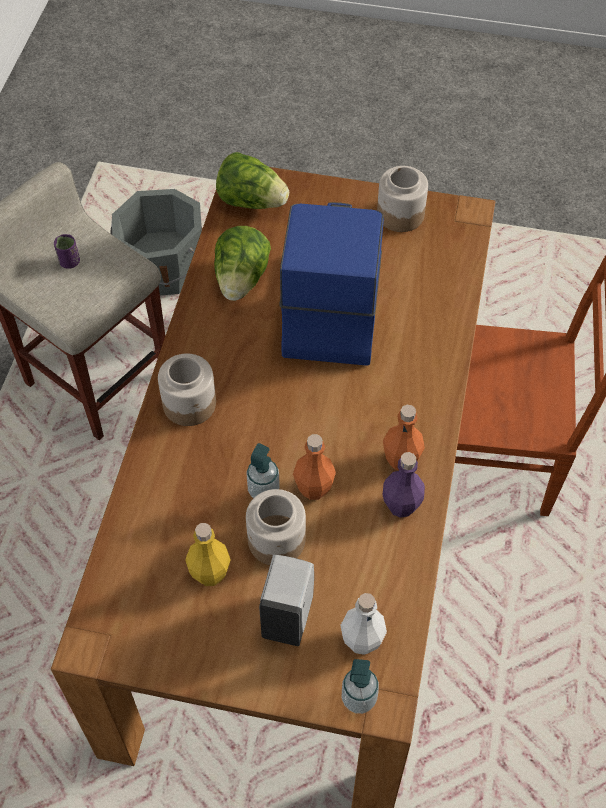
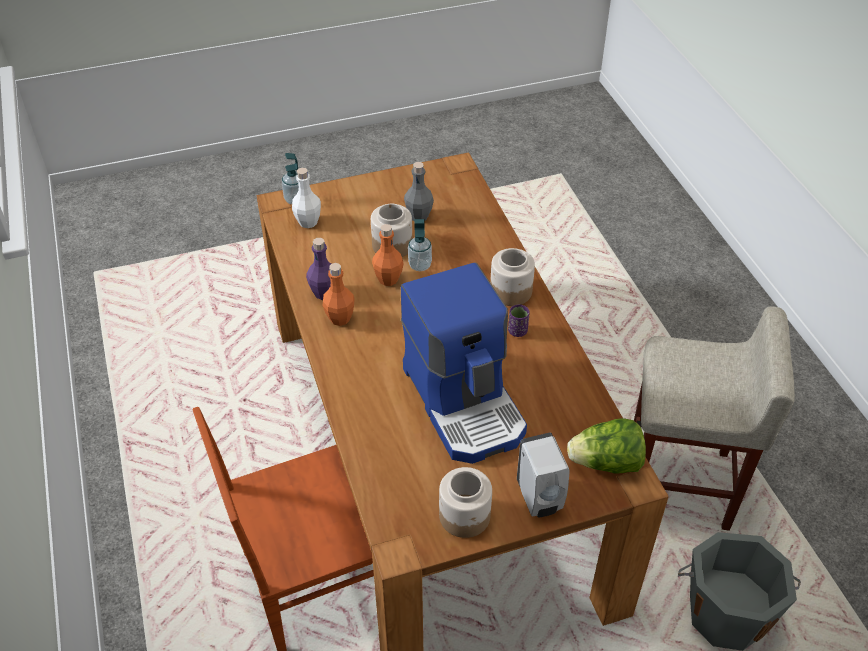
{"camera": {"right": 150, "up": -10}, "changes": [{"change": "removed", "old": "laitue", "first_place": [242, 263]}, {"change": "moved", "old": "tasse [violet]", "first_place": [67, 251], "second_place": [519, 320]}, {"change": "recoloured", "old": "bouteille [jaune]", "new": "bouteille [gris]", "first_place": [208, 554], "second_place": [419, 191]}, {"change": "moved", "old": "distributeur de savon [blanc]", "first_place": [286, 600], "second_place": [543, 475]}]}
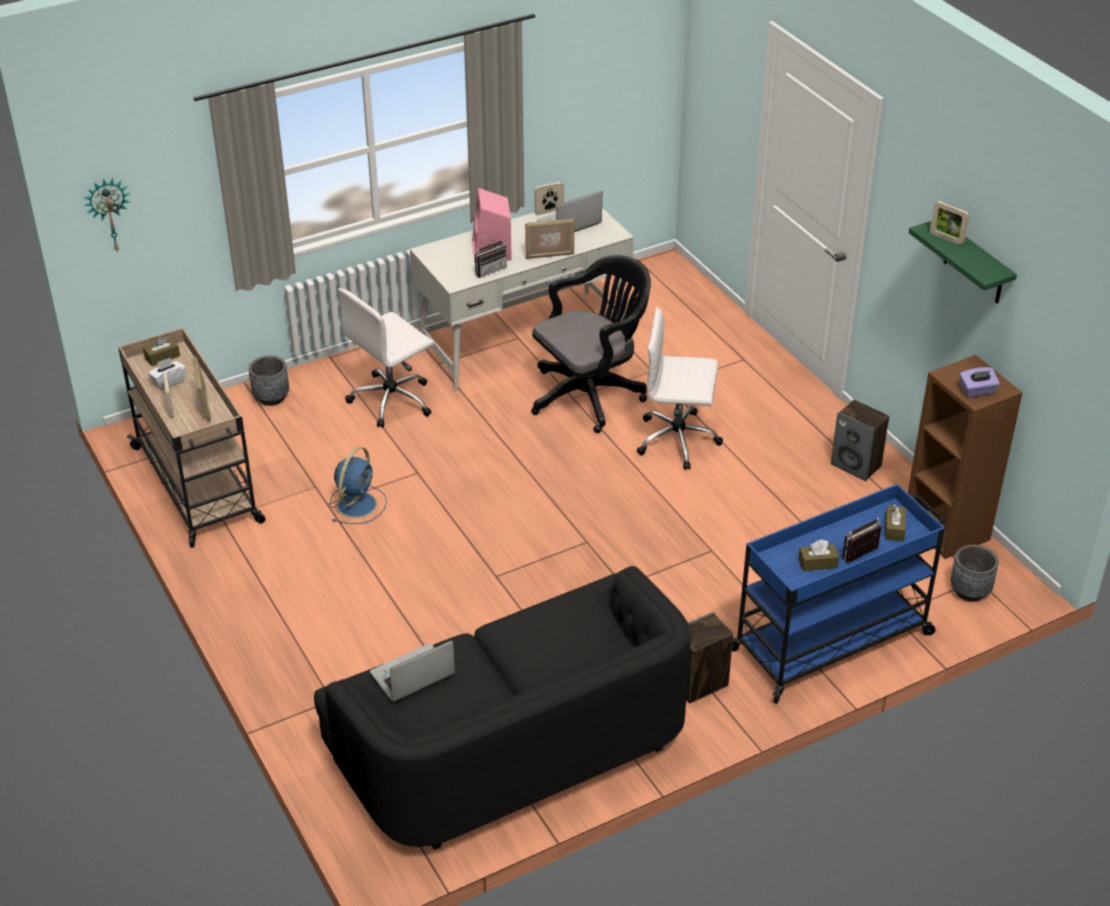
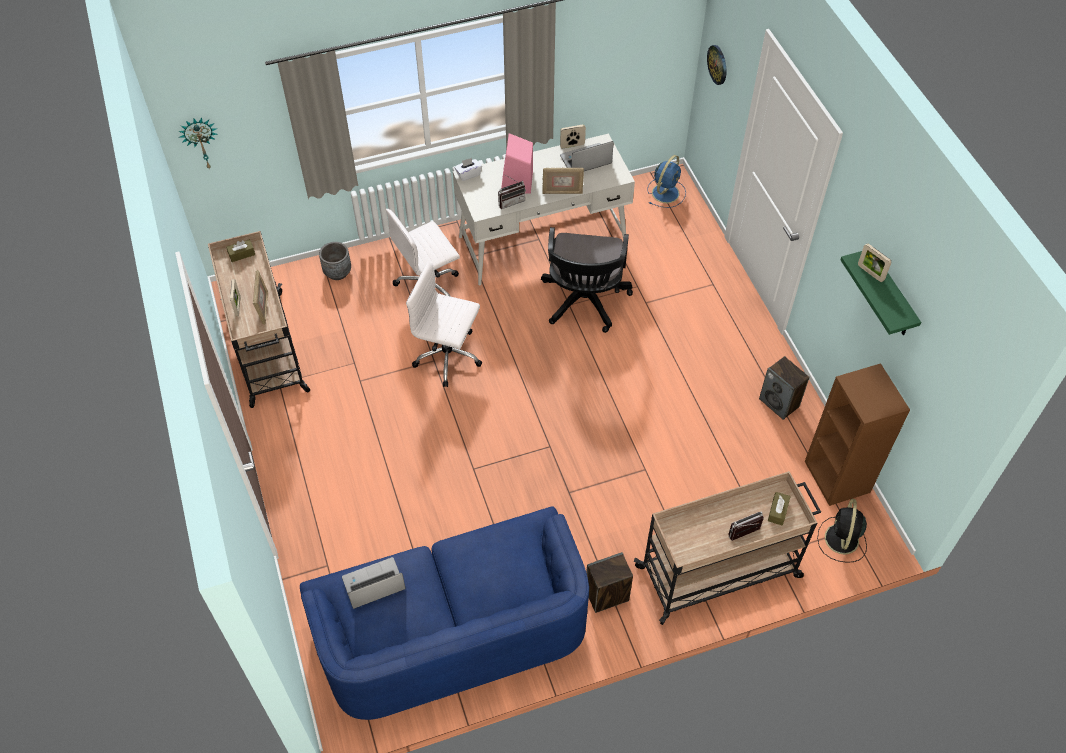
{"camera": {"right": 10, "up": 15}, "changes": [{"change": "turned", "old": "chaise de bureau [noir]", "first_place": [591, 344], "second_place": [587, 280], "degrees": 120}, {"change": "moved", "old": "chaise de bureau [blanc]", "first_place": [680, 388], "second_place": [444, 324]}, {"change": "moved", "old": "boîte à mouchoirs [blanc]", "first_place": [167, 374], "second_place": [468, 169]}, {"change": "removed", "old": "boîte à mouchoirs [violet]", "first_place": [979, 382]}, {"change": "moved", "old": "ventilateur [bleu]", "first_place": [358, 485], "second_place": [666, 181]}, {"change": "recoloured", "old": "chariot [bleu]", "new": "chariot [beige]", "first_place": [839, 594], "second_place": [727, 548]}, {"change": "removed", "old": "boîte à mouchoirs [marron]", "first_place": [818, 555]}, {"change": "replaced", "old": "cache-pot [gris]", "new": "ventilateur [noir]", "first_place": [974, 573], "second_place": [842, 531]}, {"change": "recoloured", "old": "canapé [noir]", "new": "canapé [bleu]", "first_place": [502, 708], "second_place": [444, 613]}, {"change": "added", "new": "horloge murale", "second_place": [716, 65]}]}
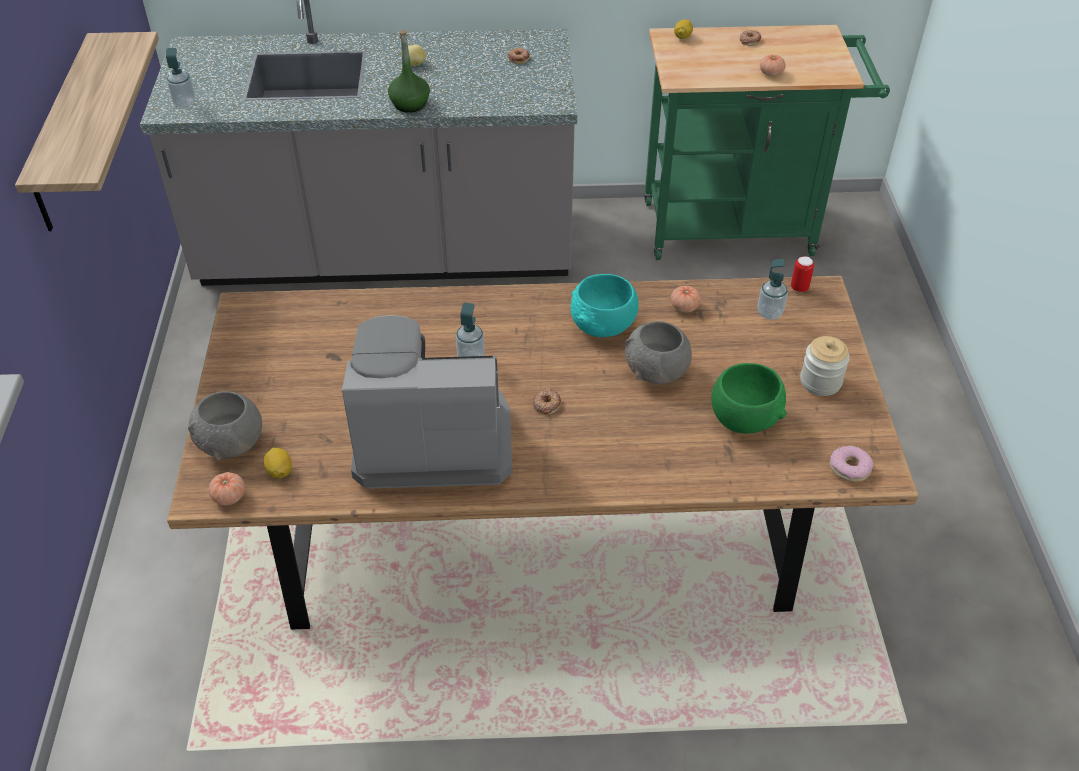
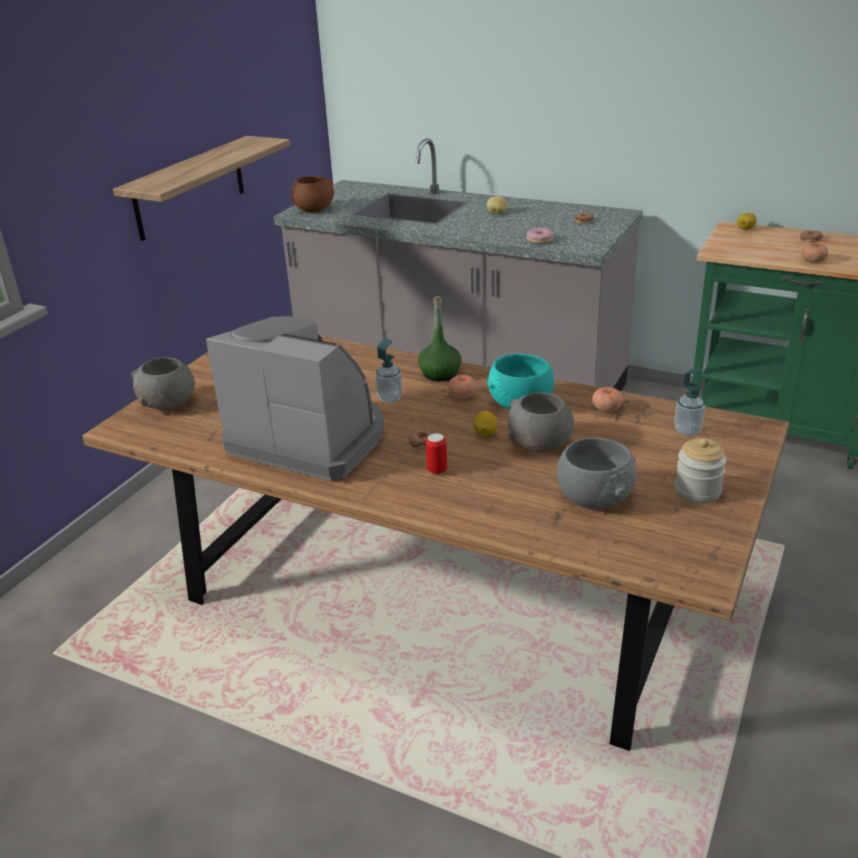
{"camera": {"right": 30, "up": -15}, "changes": [{"change": "moved", "old": "bouteille [vert]", "first_place": [409, 71], "second_place": [440, 338]}, {"change": "replaced", "old": "distributeur de savon", "new": "bol [marron]", "first_place": [180, 77], "second_place": [312, 194]}, {"change": "moved", "old": "boîte métallique", "first_place": [802, 274], "second_place": [436, 453]}, {"change": "recoloured", "old": "bol [vert]", "new": "bol [gris]", "first_place": [749, 398], "second_place": [596, 472]}, {"change": "moved", "old": "beignet", "first_place": [852, 464], "second_place": [540, 235]}, {"change": "moved", "old": "citron", "first_place": [278, 463], "second_place": [485, 424]}, {"change": "moved", "old": "tomate", "first_place": [226, 488], "second_place": [462, 387]}]}
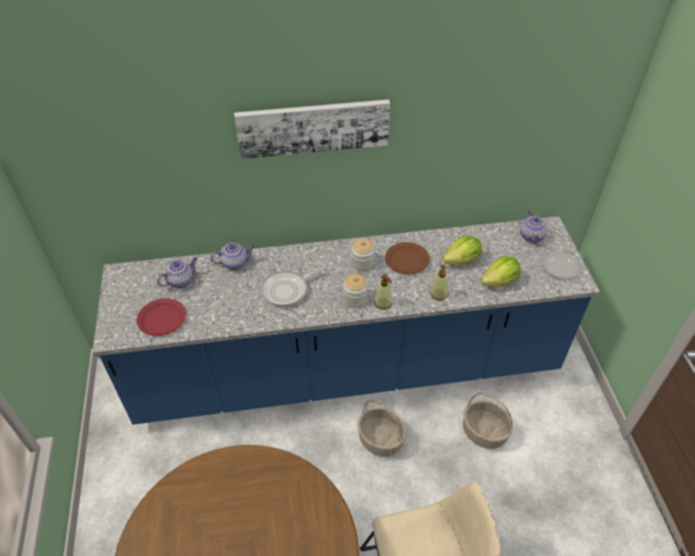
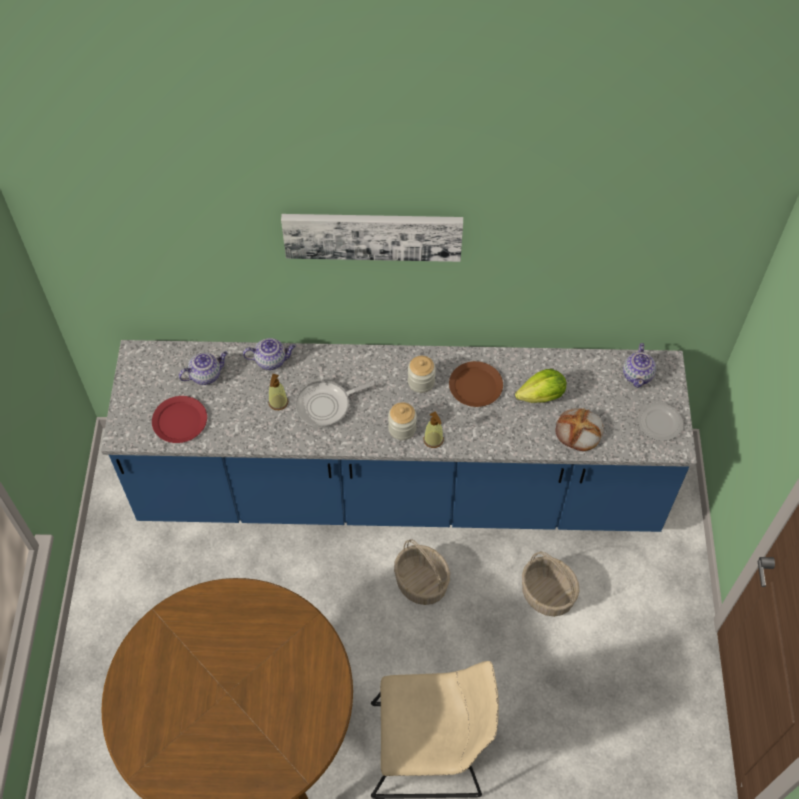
{"camera": {"right": 10, "up": 10}, "changes": [{"change": "replaced", "old": "laitue", "new": "pain", "first_place": [501, 271], "second_place": [579, 429]}, {"change": "moved", "old": "distributeur de savon", "first_place": [439, 283], "second_place": [278, 392]}]}
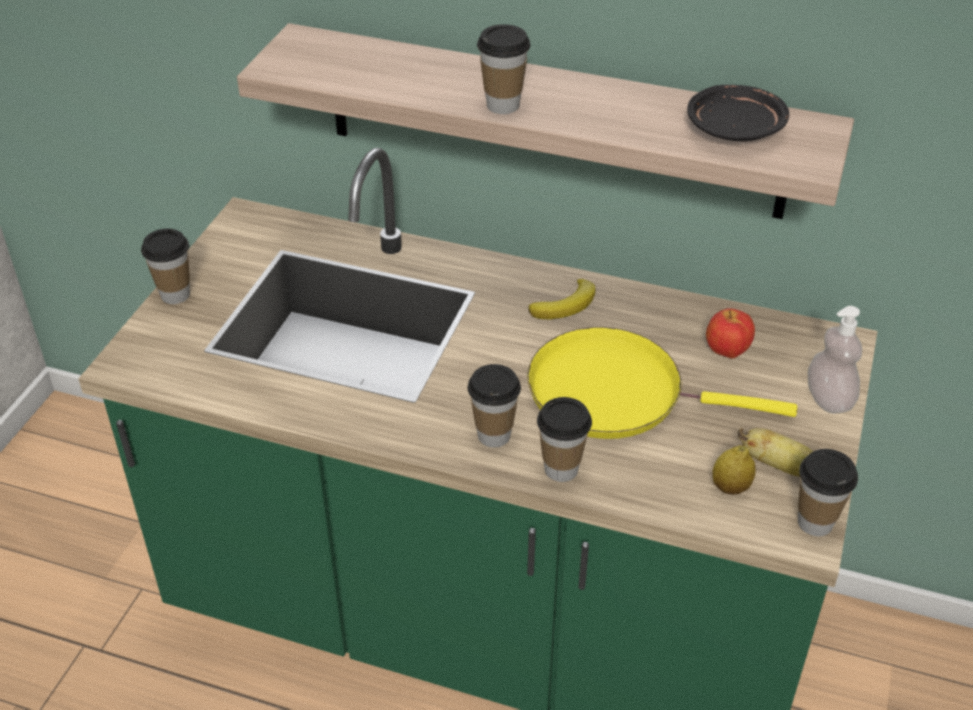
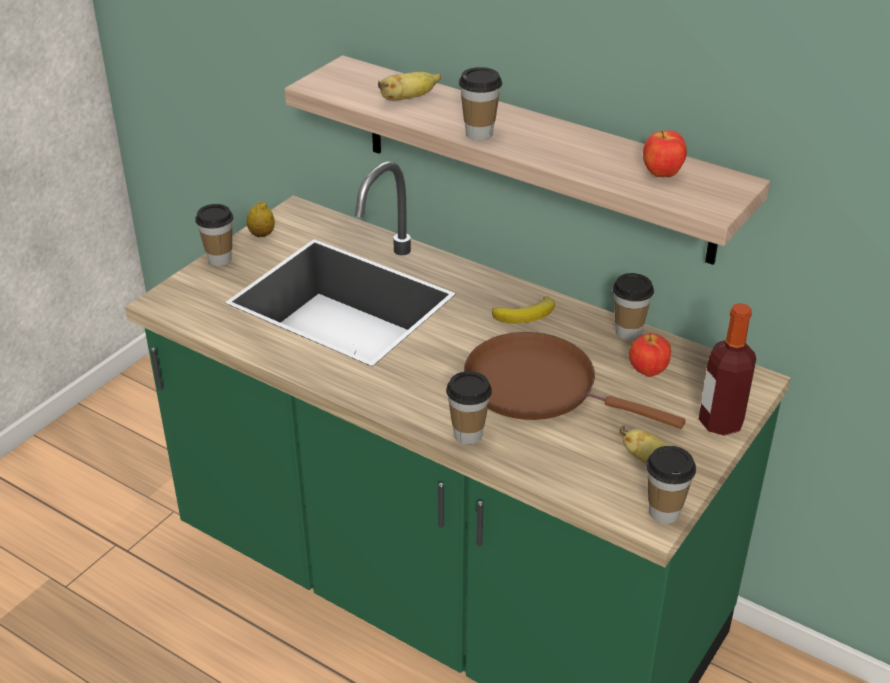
{"camera": {"right": 15, "up": -5}, "changes": [{"change": "replaced", "old": "assiette [noir]", "new": "pomme", "first_place": [738, 113], "second_place": [665, 154]}, {"change": "replaced", "old": "distributeur de savon", "new": "bouteille", "first_place": [835, 360], "second_place": [727, 369]}, {"change": "recoloured", "old": "poêle [jaune]", "new": "poêle [marron]", "first_place": [662, 383], "second_place": [575, 380]}, {"change": "moved", "old": "tasse", "first_place": [494, 406], "second_place": [633, 306]}, {"change": "moved", "old": "citron", "first_place": [734, 469], "second_place": [261, 219]}, {"change": "added", "new": "banane", "second_place": [409, 86]}]}
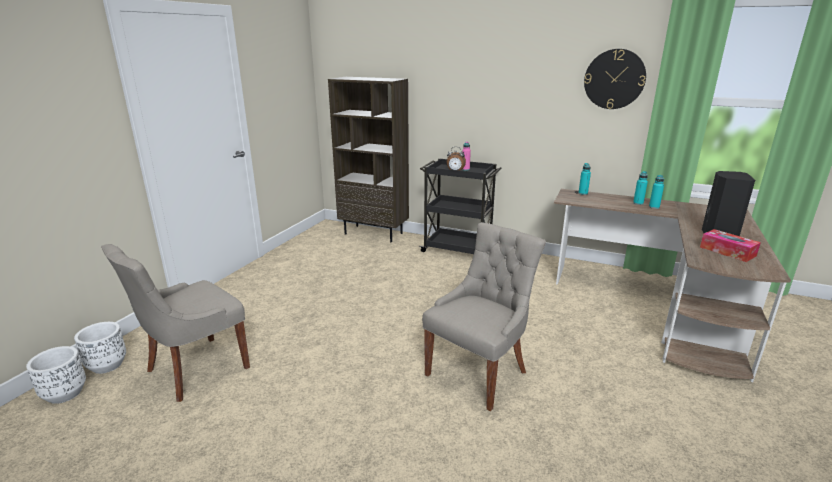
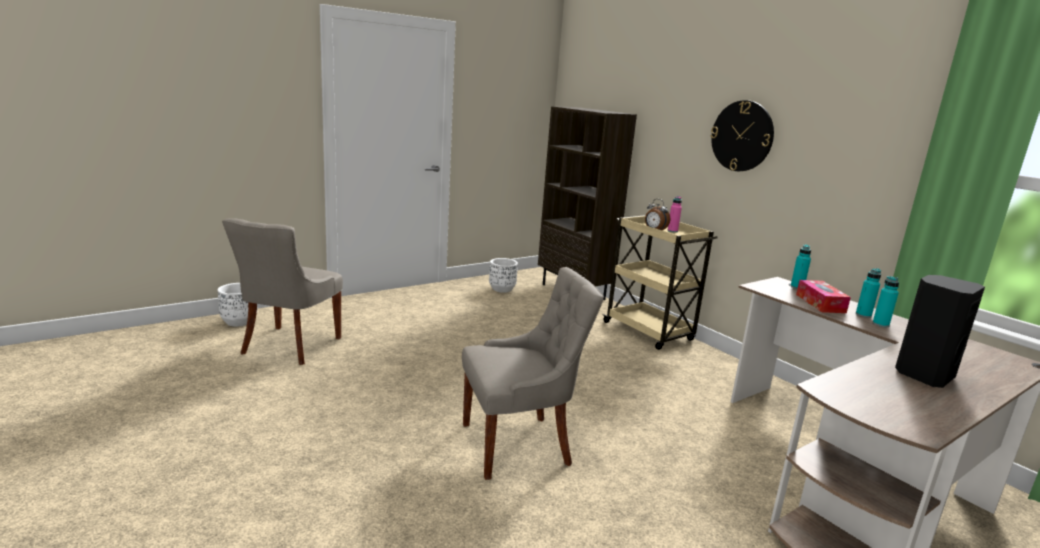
{"camera": {"right": 30, "up": -5}, "changes": [{"change": "moved", "old": "horloge murale", "first_place": [615, 79], "second_place": [742, 135]}, {"change": "recoloured", "old": "chariot [noir]", "new": "chariot [beige]", "first_place": [460, 206], "second_place": [660, 282]}, {"change": "moved", "old": "boîte à mouchoirs", "first_place": [730, 245], "second_place": [823, 296]}, {"change": "turned", "old": "chaise [gris]", "first_place": [175, 323], "second_place": [282, 291], "degrees": -60}, {"change": "moved", "old": "cache-pot [blanc]", "first_place": [56, 375], "second_place": [503, 275]}]}
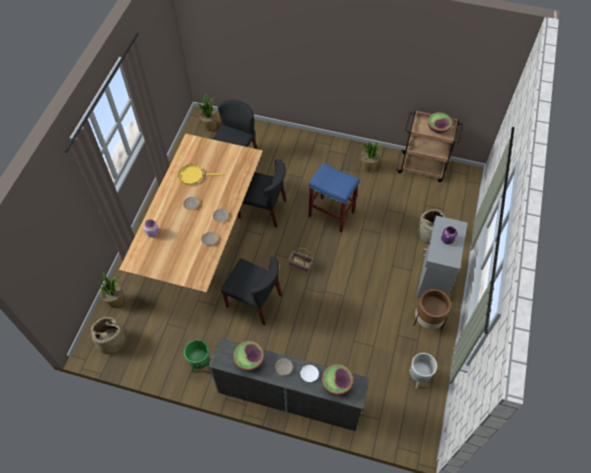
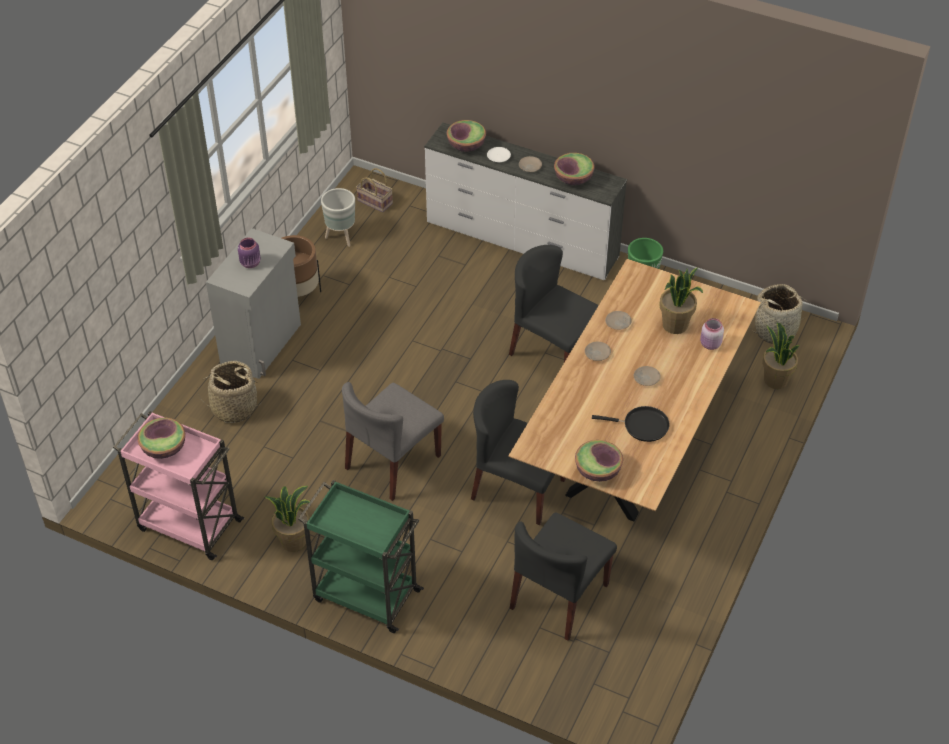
{"camera": {"right": -170, "up": -10}, "changes": [{"change": "moved", "old": "plante en pot", "first_place": [207, 112], "second_place": [681, 301]}, {"change": "recoloured", "old": "chariot [marron]", "new": "chariot [rose]", "first_place": [430, 146], "second_place": [178, 485]}, {"change": "replaced", "old": "tabouret [bleu]", "new": "chaise [gris]", "first_place": [334, 197], "second_place": [393, 441]}, {"change": "recoloured", "old": "poêle [jaune]", "new": "poêle [noir]", "first_place": [199, 175], "second_place": [630, 424]}, {"change": "moved", "old": "panier", "first_place": [301, 260], "second_place": [374, 190]}, {"change": "added", "new": "bol", "second_place": [599, 461]}, {"change": "added", "new": "chariot [vert]", "second_place": [361, 556]}]}
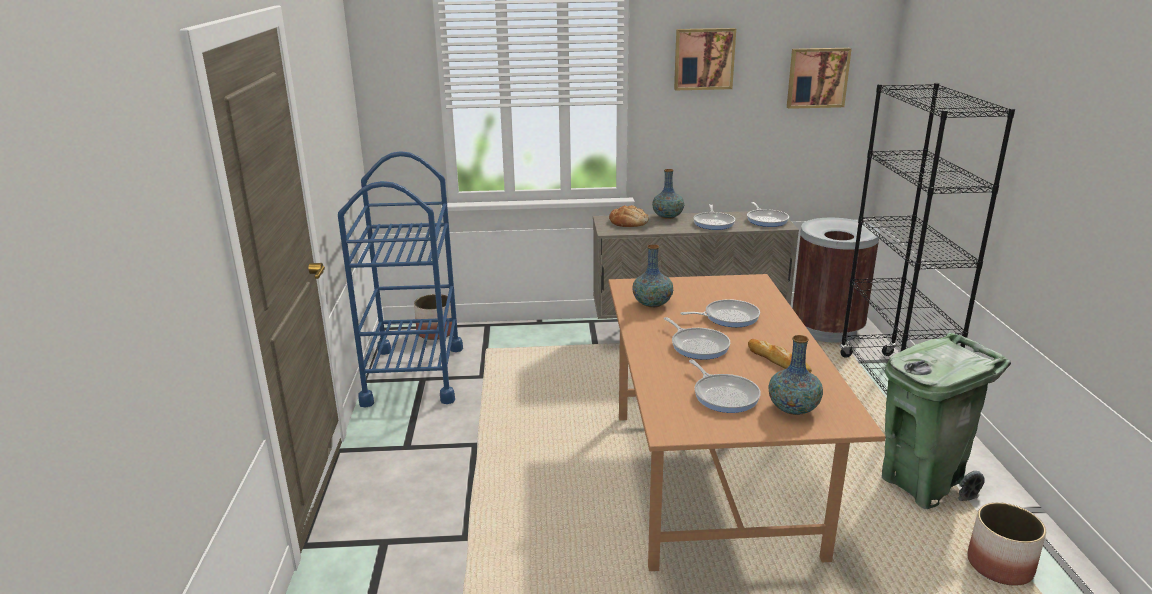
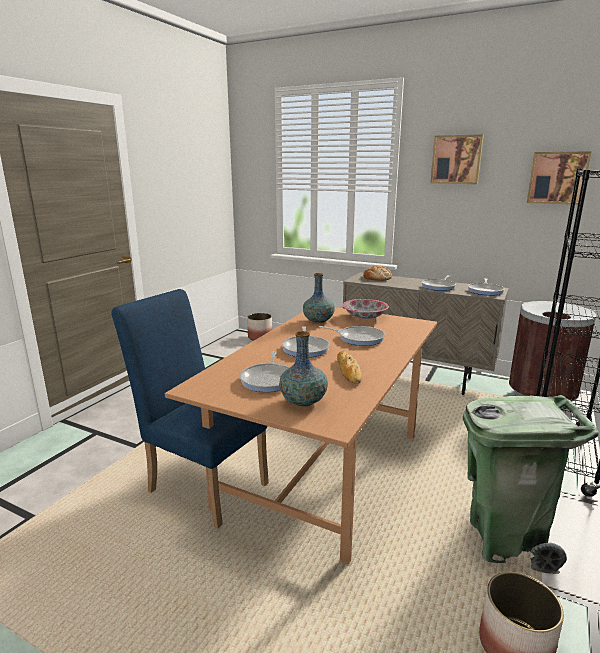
{"camera": {"right": 30, "up": -5}, "changes": [{"change": "removed", "old": "chariot [bleu]", "first_place": [400, 279]}, {"change": "removed", "old": "vase", "first_place": [668, 194]}, {"change": "added", "new": "chaise [bleu]", "second_place": [190, 408]}, {"change": "added", "new": "bol", "second_place": [366, 309]}]}
